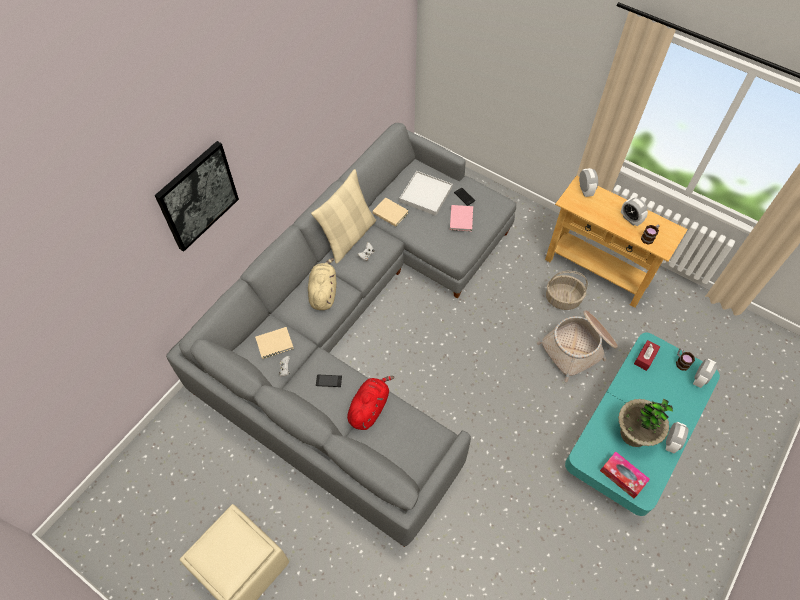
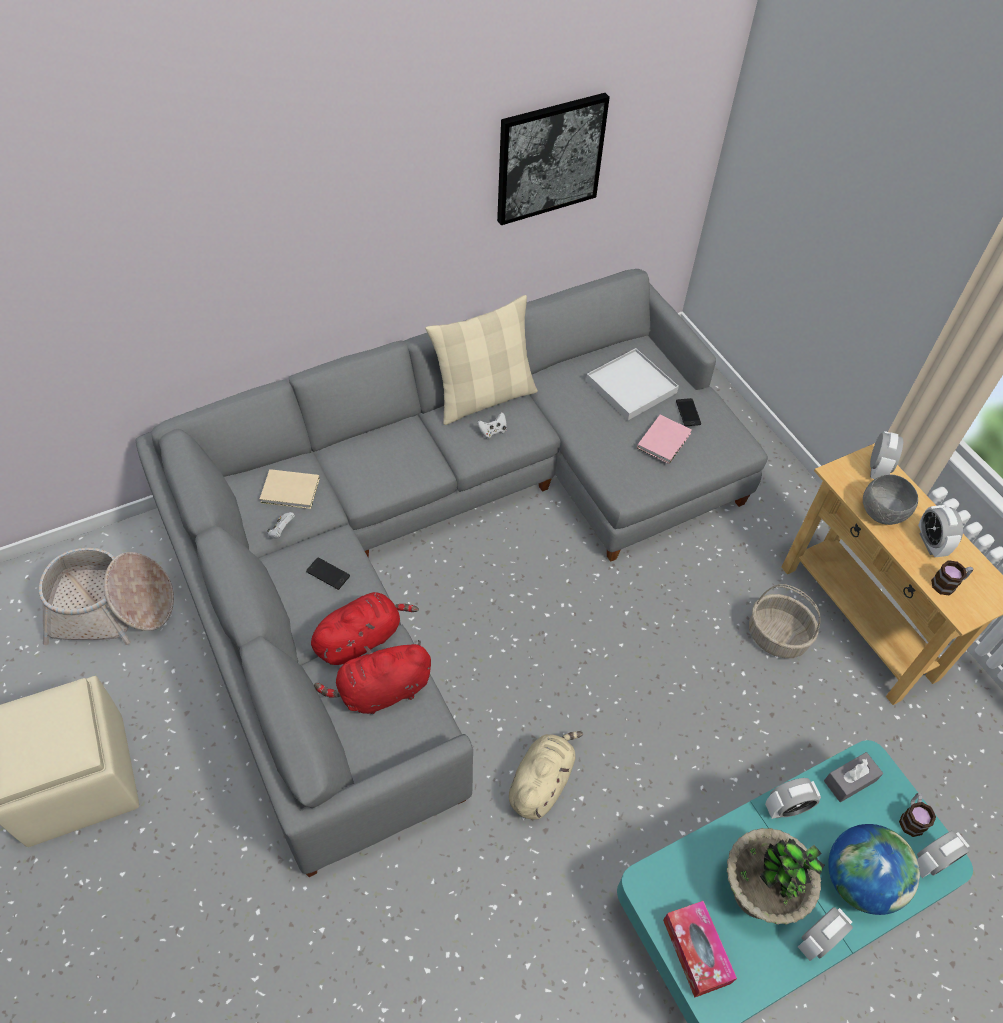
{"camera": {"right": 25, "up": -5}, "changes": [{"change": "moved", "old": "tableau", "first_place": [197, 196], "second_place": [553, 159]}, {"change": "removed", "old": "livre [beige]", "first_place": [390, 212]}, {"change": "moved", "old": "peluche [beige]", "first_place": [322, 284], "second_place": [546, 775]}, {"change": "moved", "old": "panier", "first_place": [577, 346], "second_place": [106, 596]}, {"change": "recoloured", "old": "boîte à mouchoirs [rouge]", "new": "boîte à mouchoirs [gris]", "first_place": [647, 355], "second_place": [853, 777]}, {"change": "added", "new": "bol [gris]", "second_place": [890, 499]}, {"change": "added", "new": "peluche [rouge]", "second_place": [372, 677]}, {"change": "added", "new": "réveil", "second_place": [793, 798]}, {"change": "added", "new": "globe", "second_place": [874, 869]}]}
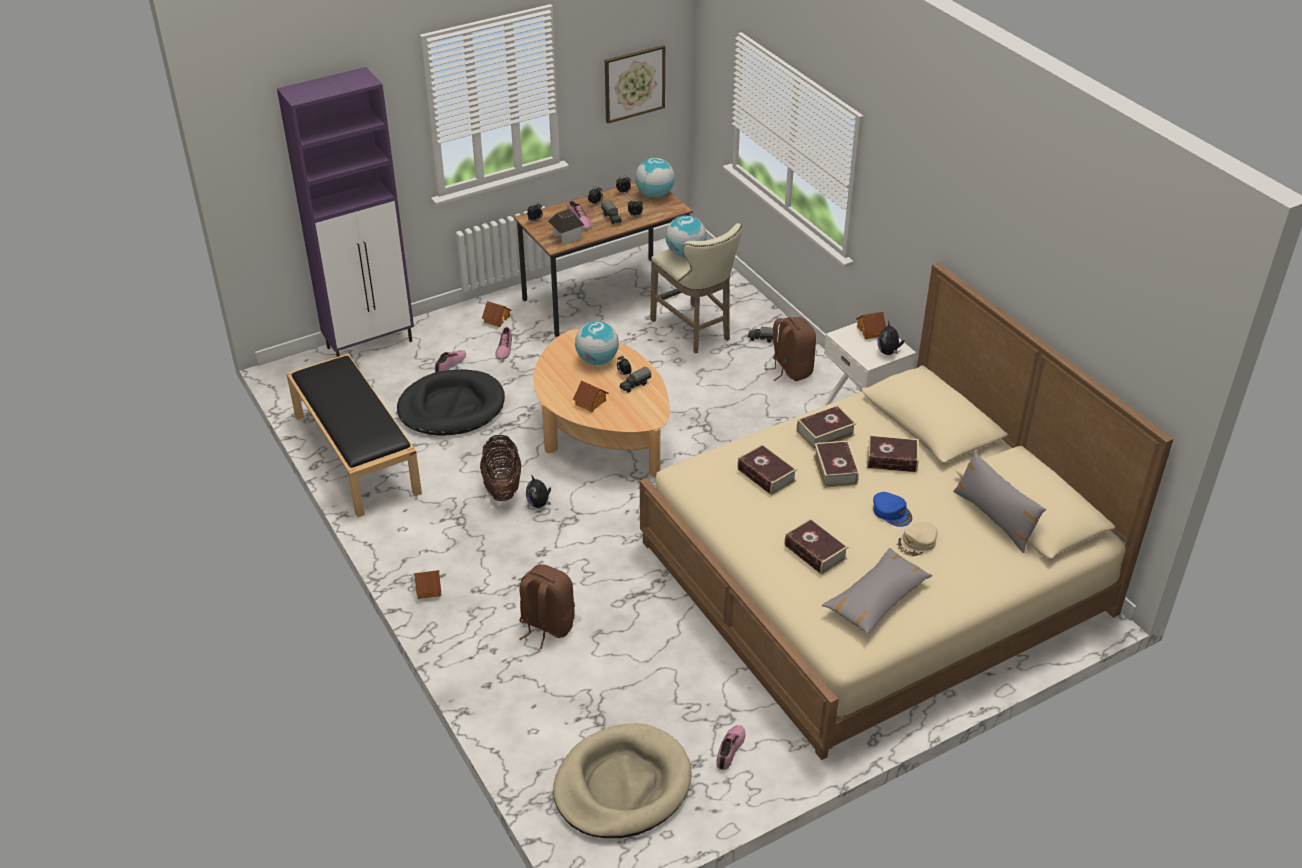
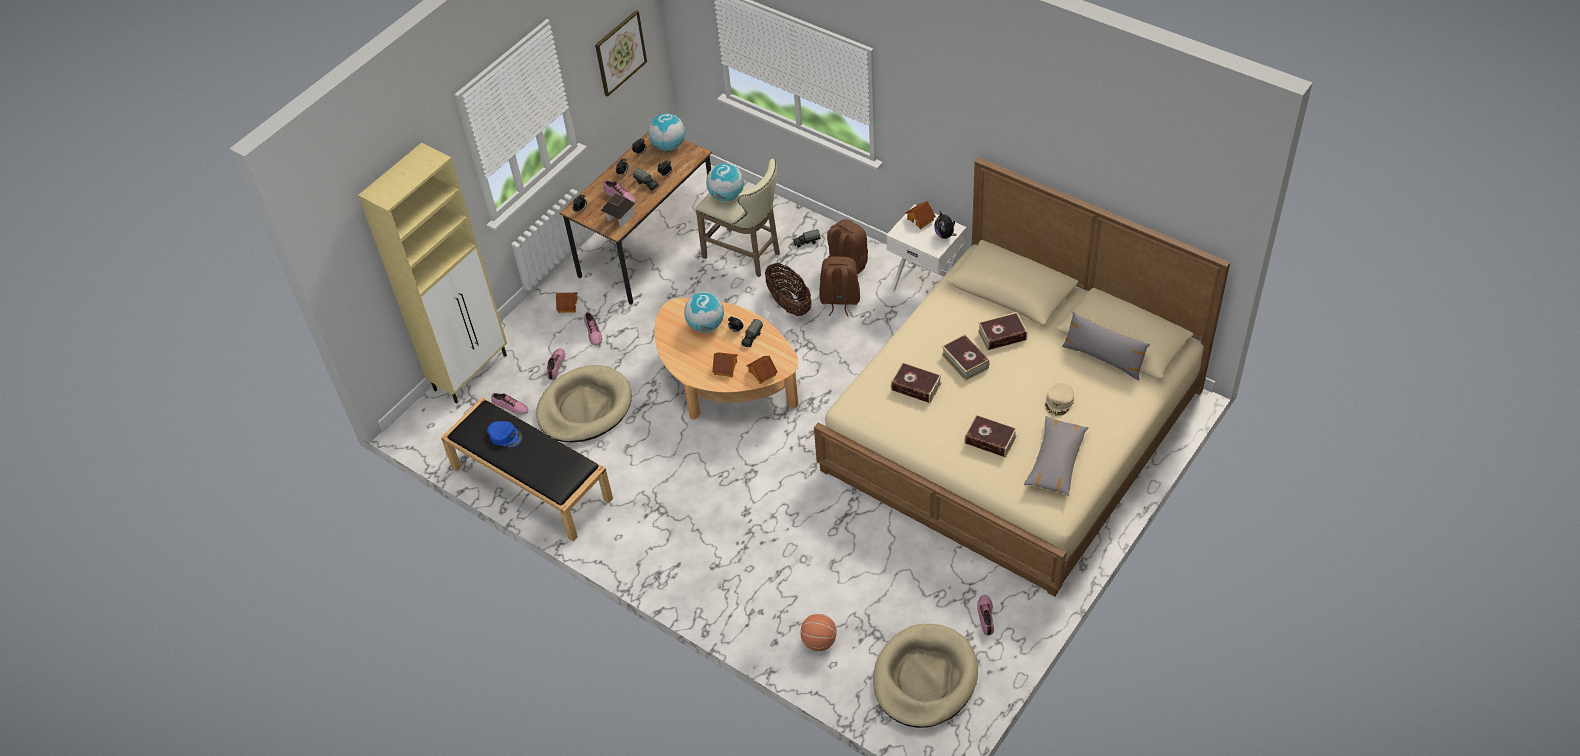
{"camera": {"right": -20, "up": 10}, "changes": [{"change": "recoloured", "old": "meuble de rangement [violet]", "new": "meuble de rangement [beige]", "first_place": [345, 212], "second_place": [432, 273]}, {"change": "recoloured", "old": "panier pour chien [noir]", "new": "panier pour chien [beige]", "first_place": [451, 402], "second_place": [584, 404]}, {"change": "removed", "old": "livre", "first_place": [826, 428]}, {"change": "moved", "old": "panier", "first_place": [500, 468], "second_place": [788, 289]}, {"change": "removed", "old": "peluche", "first_place": [538, 491]}, {"change": "moved", "old": "casquette [bleu]", "first_place": [892, 509], "second_place": [504, 434]}, {"change": "moved", "old": "sac à dos [marron]", "first_place": [547, 606], "second_place": [840, 287]}, {"change": "moved", "old": "maison miniature", "first_place": [427, 584], "second_place": [762, 369]}, {"change": "added", "new": "chaussure", "second_place": [509, 404]}, {"change": "added", "new": "ballon de basket", "second_place": [818, 632]}]}
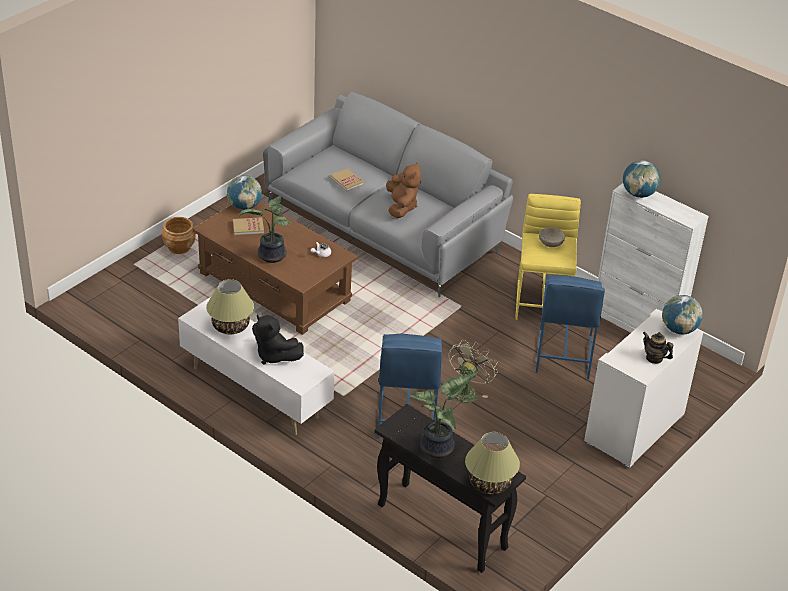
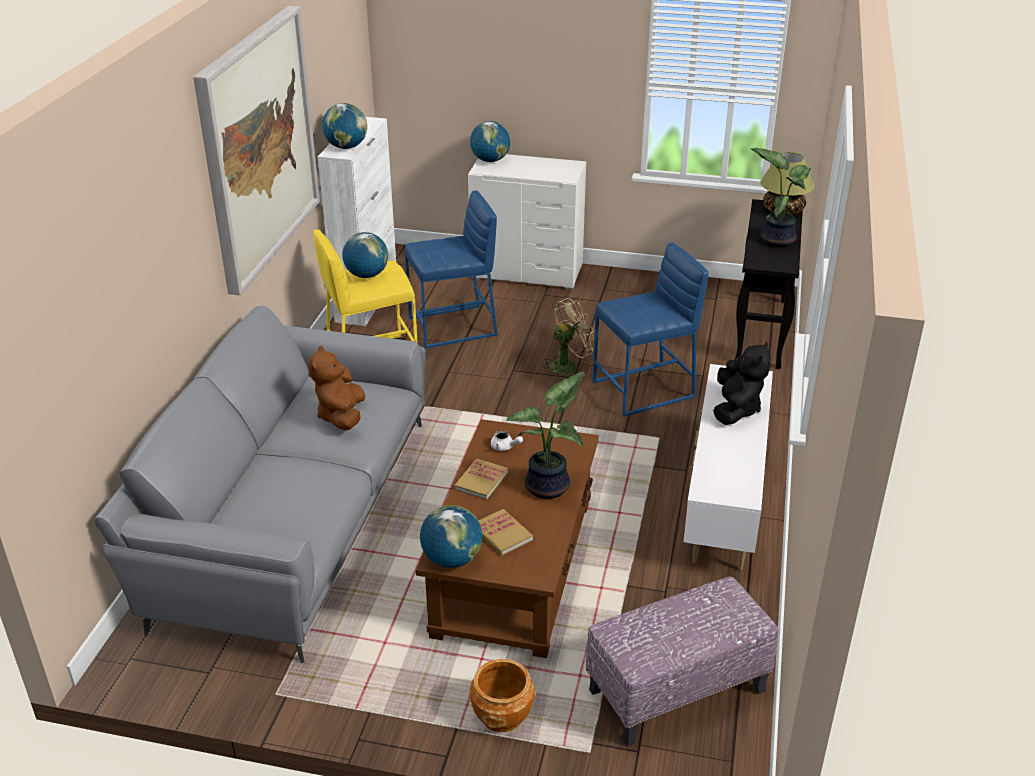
{"camera": {"right": -115, "up": -5}, "changes": [{"change": "turned", "old": "peluche [marron]", "first_place": [403, 190], "second_place": [336, 387], "degrees": -60}, {"change": "moved", "old": "livre", "first_place": [347, 179], "second_place": [481, 479]}, {"change": "replaced", "old": "bol [beige]", "new": "globe", "first_place": [552, 237], "second_place": [365, 255]}, {"change": "removed", "old": "lampe de table", "first_place": [230, 306]}, {"change": "removed", "old": "théière", "first_place": [658, 348]}, {"change": "turned", "old": "ventilateur [beige]", "first_place": [473, 372], "second_place": [567, 337], "degrees": 150}, {"change": "added", "new": "tableau", "second_place": [256, 150]}, {"change": "added", "new": "pouf", "second_place": [682, 662]}]}
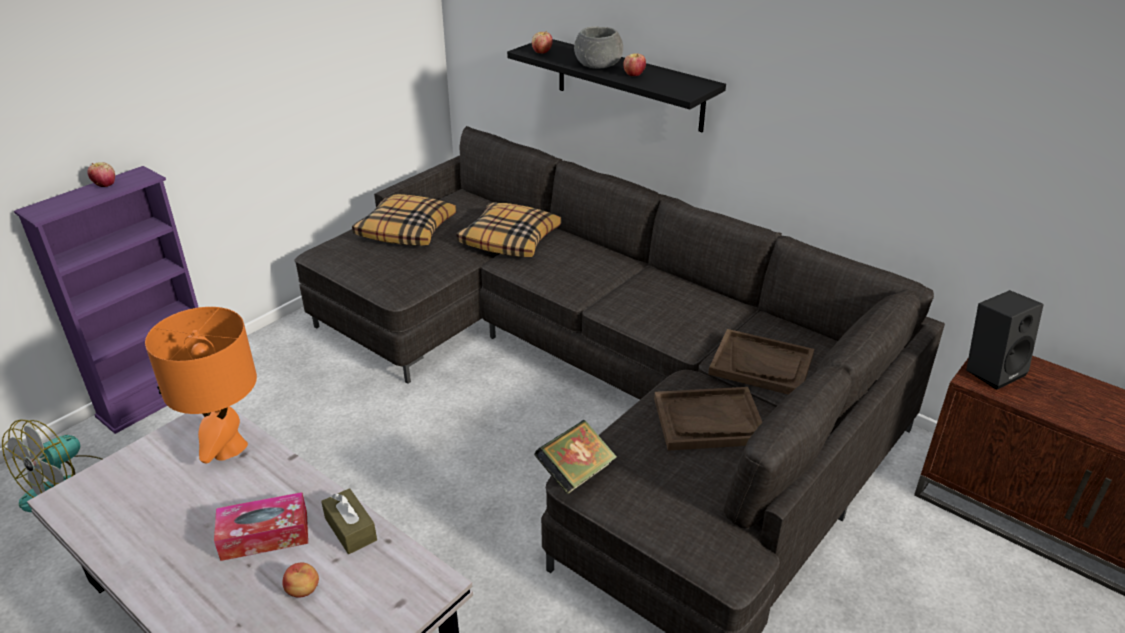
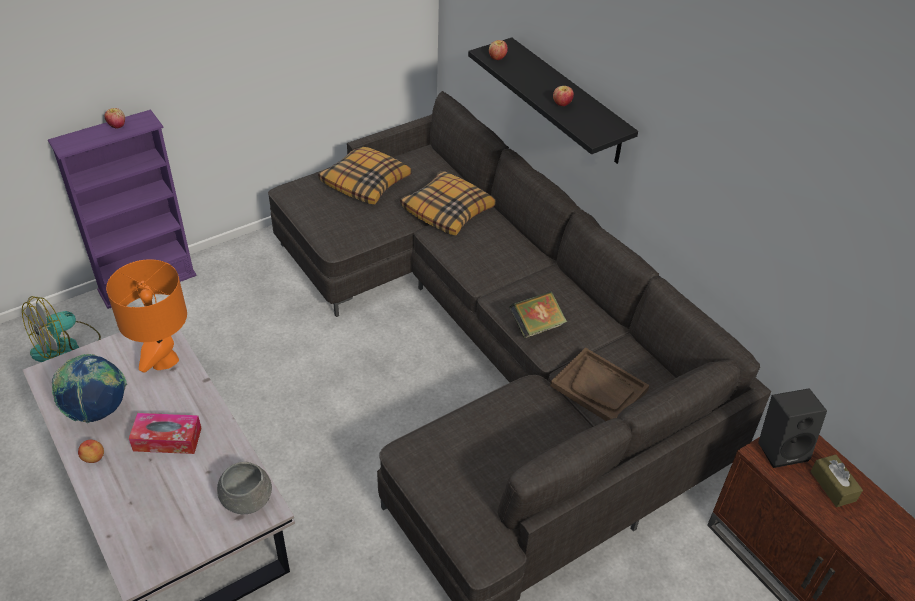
{"camera": {"right": 15, "up": 10}, "changes": [{"change": "moved", "old": "bol [gris]", "first_place": [598, 47], "second_place": [244, 488]}, {"change": "removed", "old": "plateau [marron]", "first_place": [708, 419]}, {"change": "moved", "old": "livre", "first_place": [575, 457], "second_place": [538, 315]}, {"change": "moved", "old": "boîte à mouchoirs [marron]", "first_place": [349, 521], "second_place": [836, 480]}, {"change": "moved", "old": "pomme", "first_place": [300, 580], "second_place": [91, 451]}, {"change": "added", "new": "globe", "second_place": [89, 388]}]}
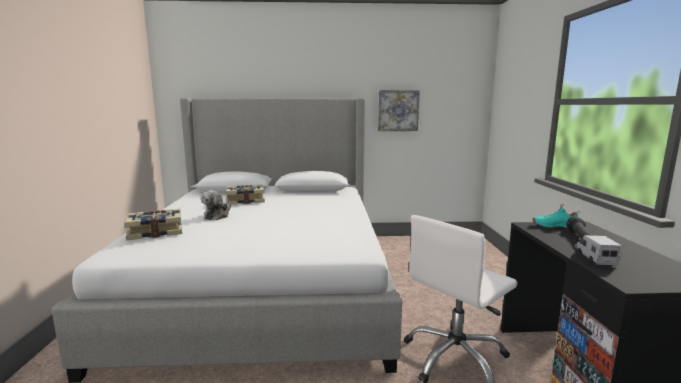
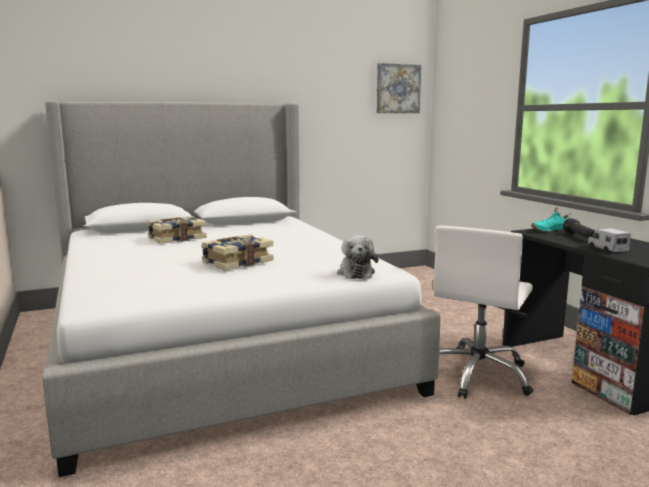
{"camera": {"right": -20, "up": 0}, "changes": [{"change": "moved", "old": "tableau", "first_place": [399, 110], "second_place": [398, 88]}, {"change": "moved", "old": "peluche", "first_place": [216, 205], "second_place": [358, 257]}, {"change": "moved", "old": "livre", "first_place": [153, 224], "second_place": [237, 252]}]}
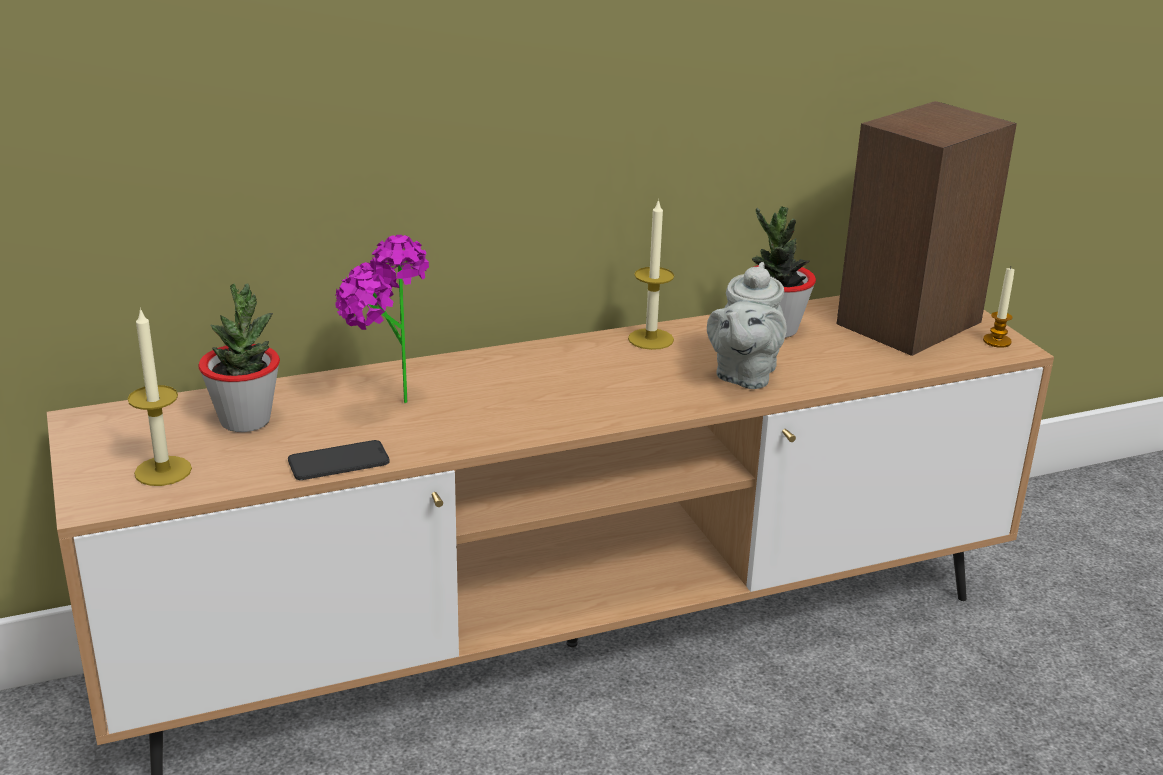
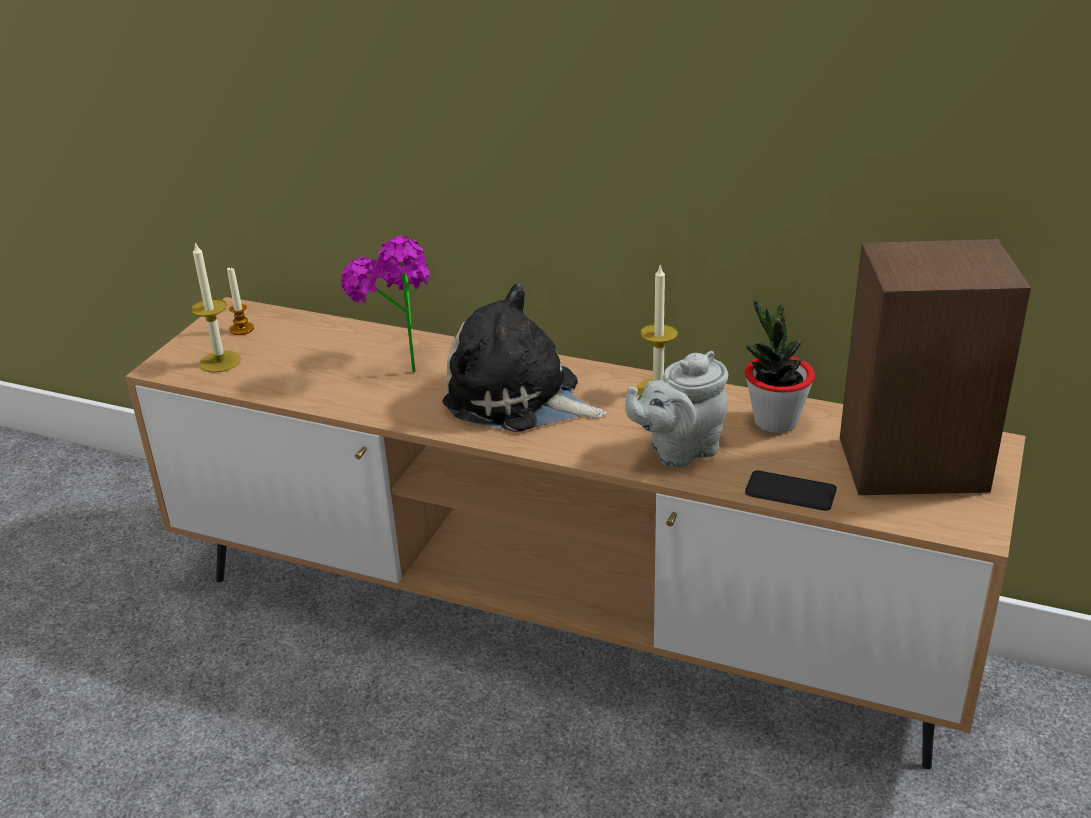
{"camera": {"right": 45, "up": 5}, "changes": [{"change": "moved", "old": "bougie", "first_place": [998, 307], "second_place": [240, 301]}, {"change": "removed", "old": "plante en pot", "first_place": [239, 357]}, {"change": "moved", "old": "téléphone", "first_place": [339, 460], "second_place": [791, 490]}, {"change": "added", "new": "peluche", "second_place": [525, 358]}]}
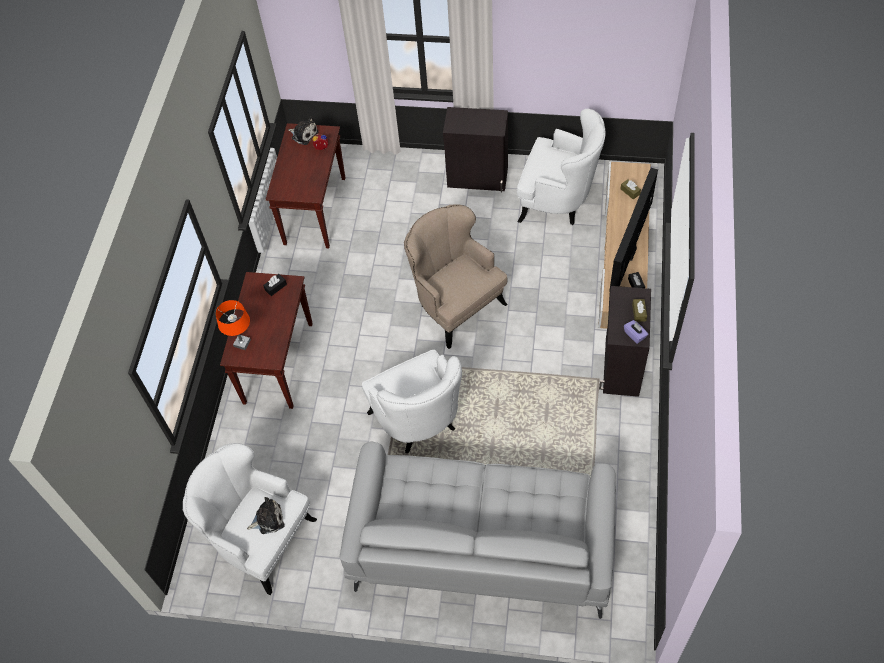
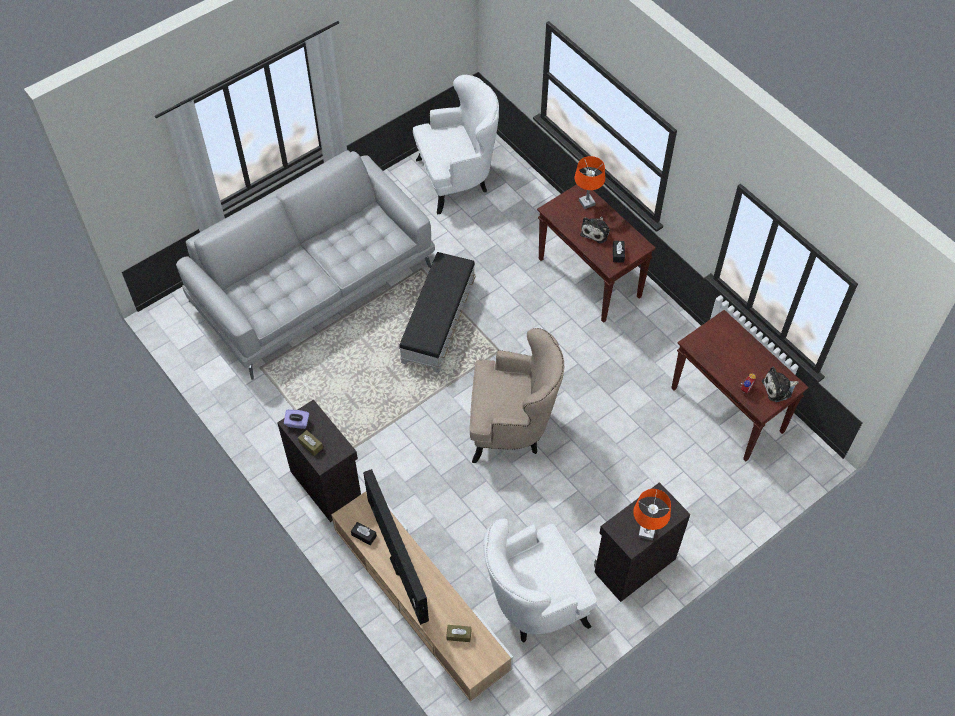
{"camera": {"right": 130, "up": 0}, "changes": [{"change": "replaced", "old": "fauteuil [blanc]", "new": "pouf [noir]", "first_place": [412, 401], "second_place": [437, 312]}, {"change": "moved", "old": "peluche", "first_place": [266, 515], "second_place": [595, 229]}, {"change": "added", "new": "lampe de table [orange]", "second_place": [652, 515]}]}
